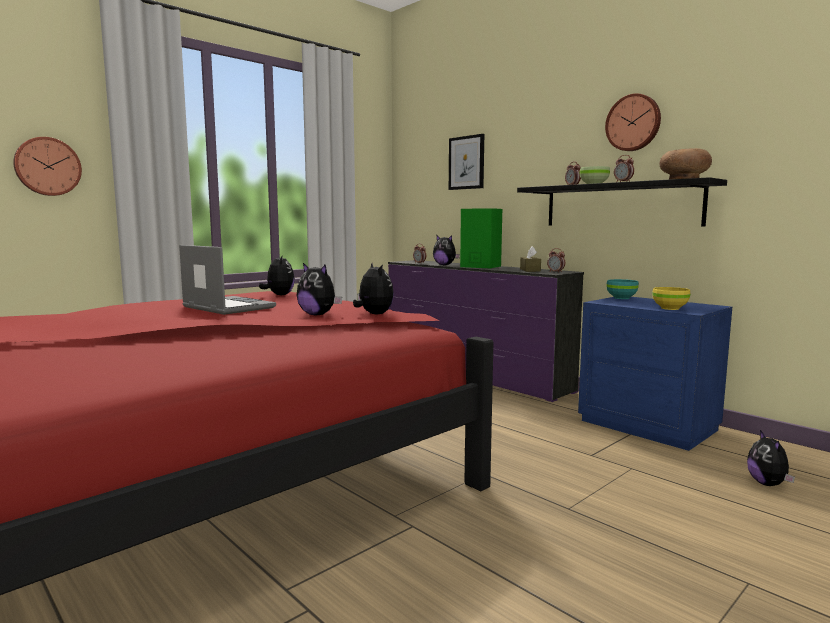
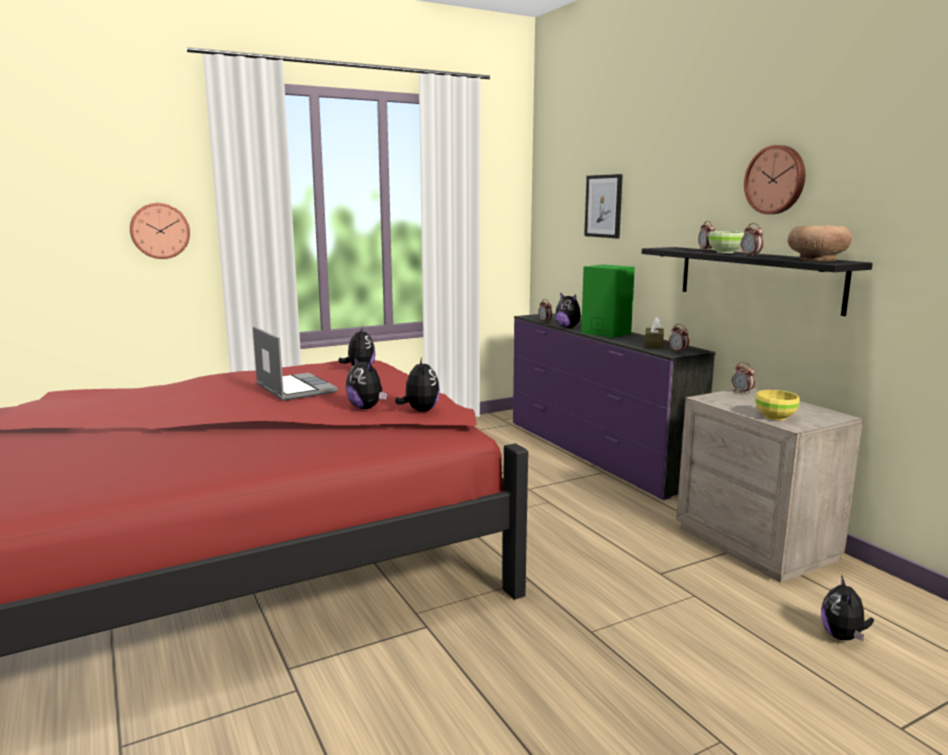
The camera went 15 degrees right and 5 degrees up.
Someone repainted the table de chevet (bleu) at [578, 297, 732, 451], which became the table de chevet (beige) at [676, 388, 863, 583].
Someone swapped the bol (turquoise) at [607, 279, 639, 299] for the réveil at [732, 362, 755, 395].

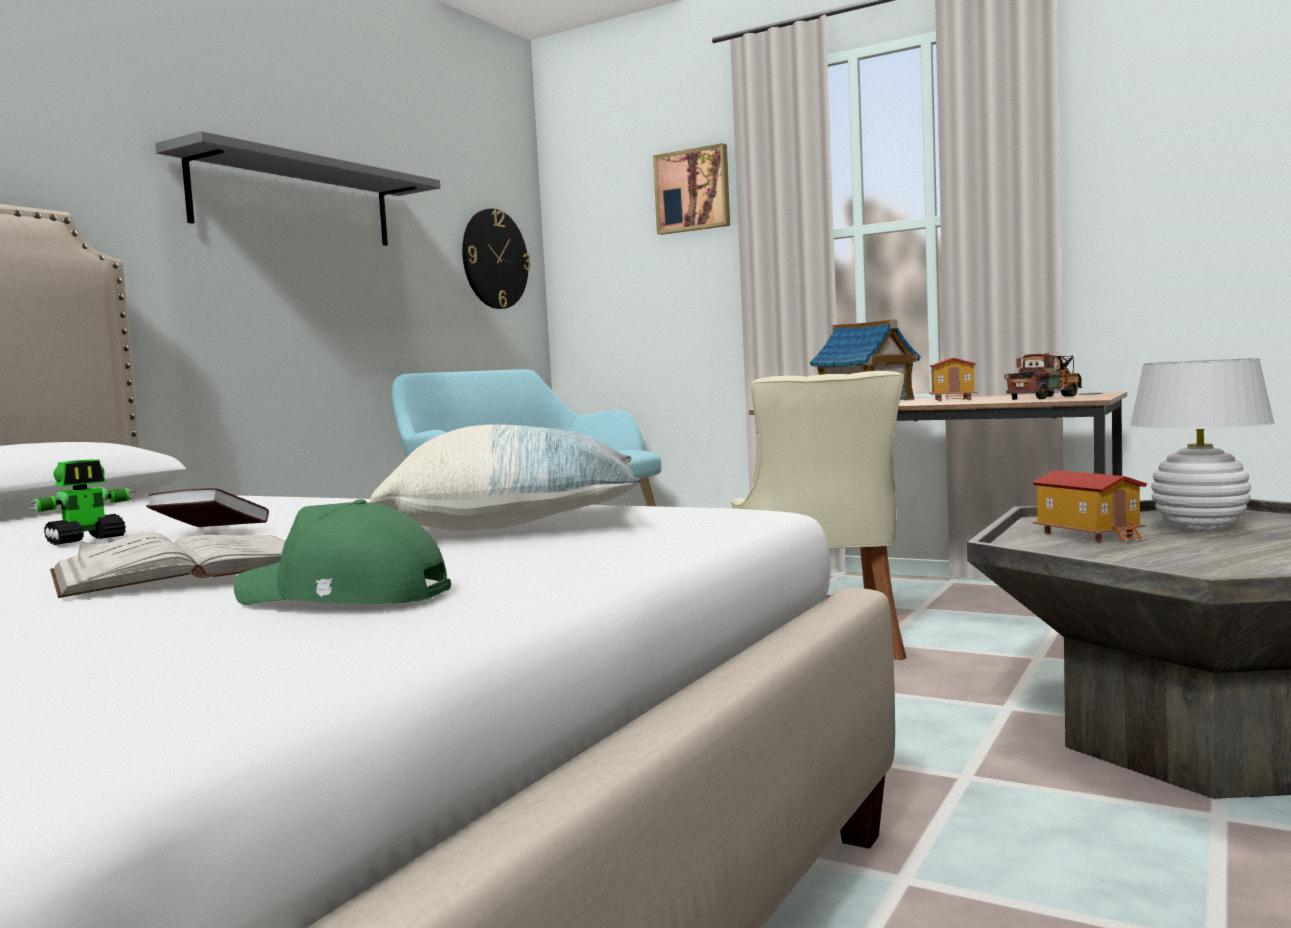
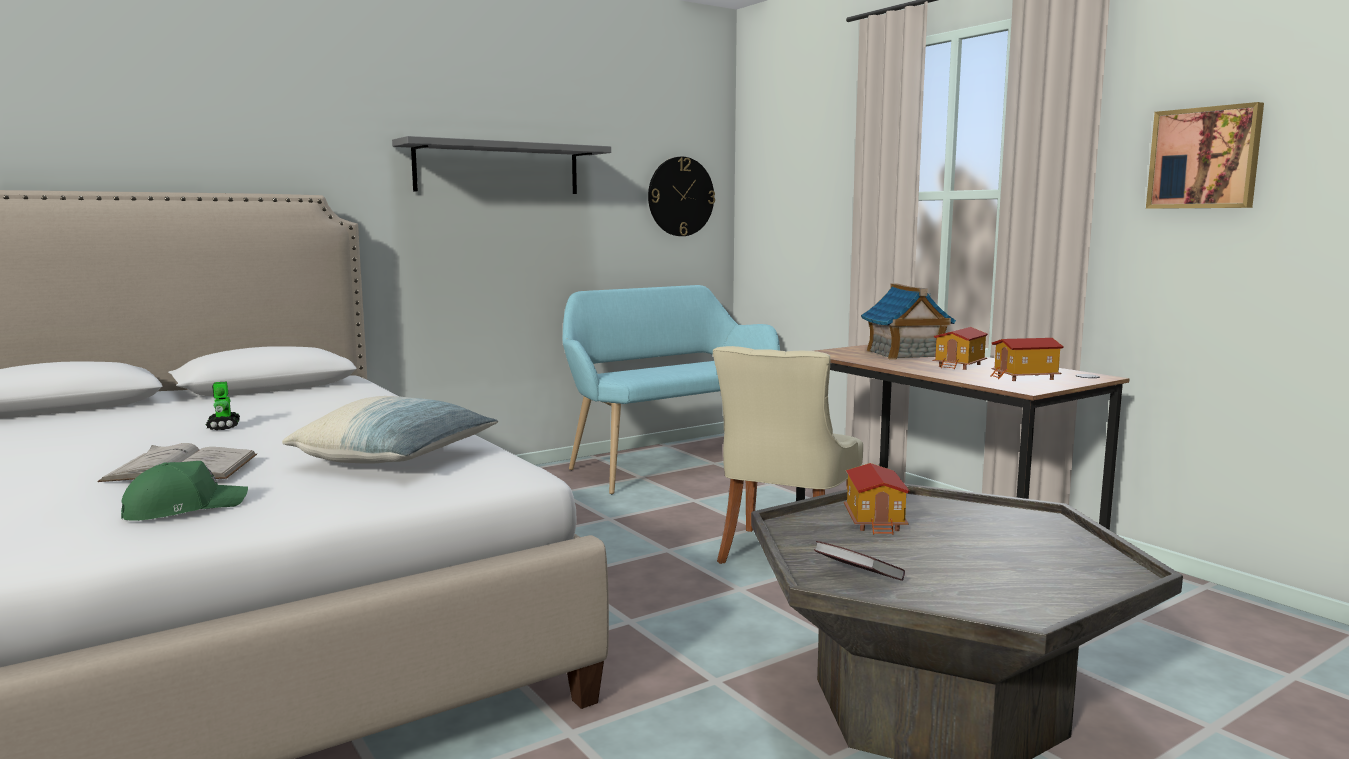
The camera went 25 degrees right and 5 degrees up.
Someone rotated the robot jouet at [27, 459, 136, 545] by 90 degrees clockwise.
Someone carried the livre from [146, 488, 269, 527] to [814, 541, 905, 581].
Someone rotated the casquette (vert) at [234, 499, 451, 605] by 105 degrees clockwise.
Someone carried the tableau from [653, 143, 730, 235] to [1146, 102, 1264, 209].
Someone swapped the camion jouet at [1004, 353, 1082, 400] for the maison miniature at [991, 338, 1064, 381].
Someone took away the lampe de table (blanc) at [1130, 358, 1274, 531].

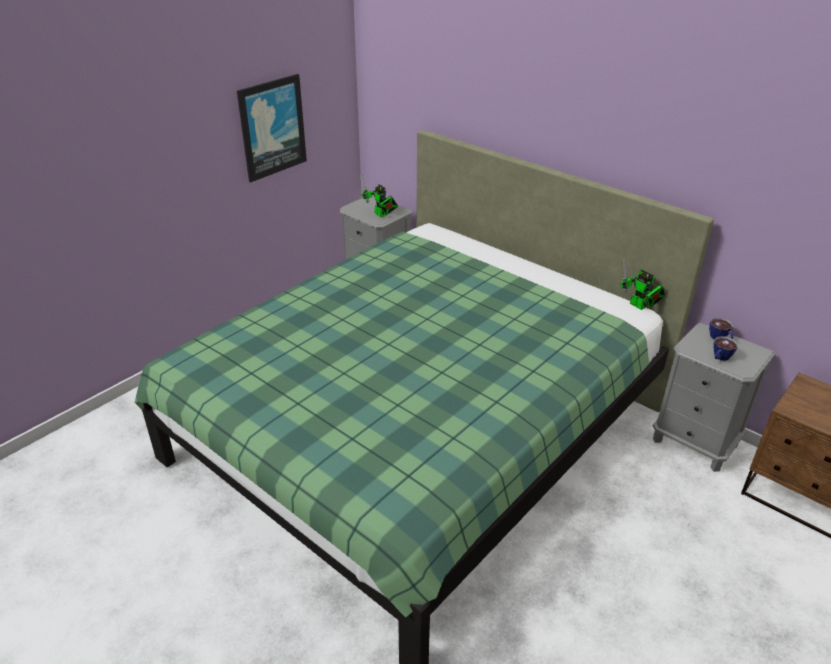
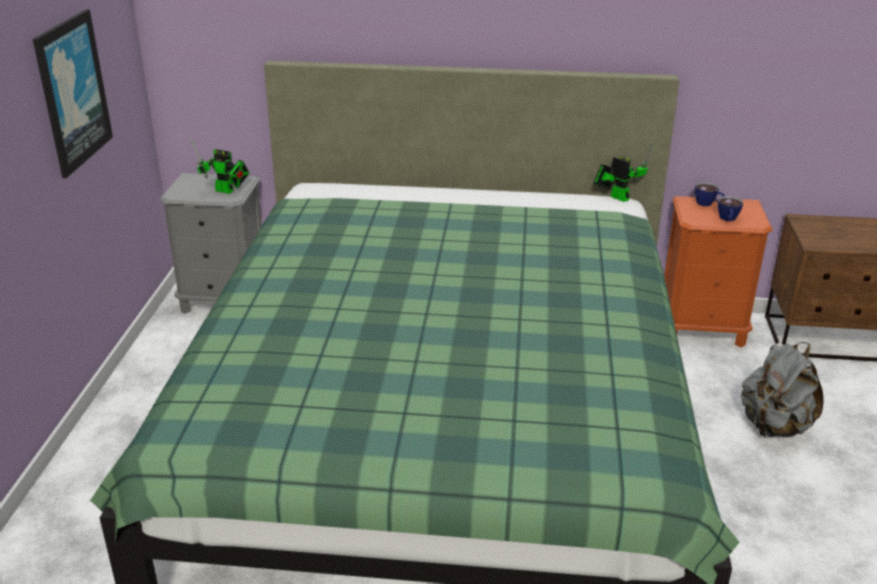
The camera went 35 degrees left and 5 degrees down.
Someone rotated the robot jouet at [620, 259, 665, 310] by 150 degrees counterclockwise.
Someone repainted the table de chevet (gris) at [653, 322, 775, 472], which became the table de chevet (orange) at [664, 196, 772, 348].
Someone put down the sac à dos (gris) at [741, 342, 824, 438].

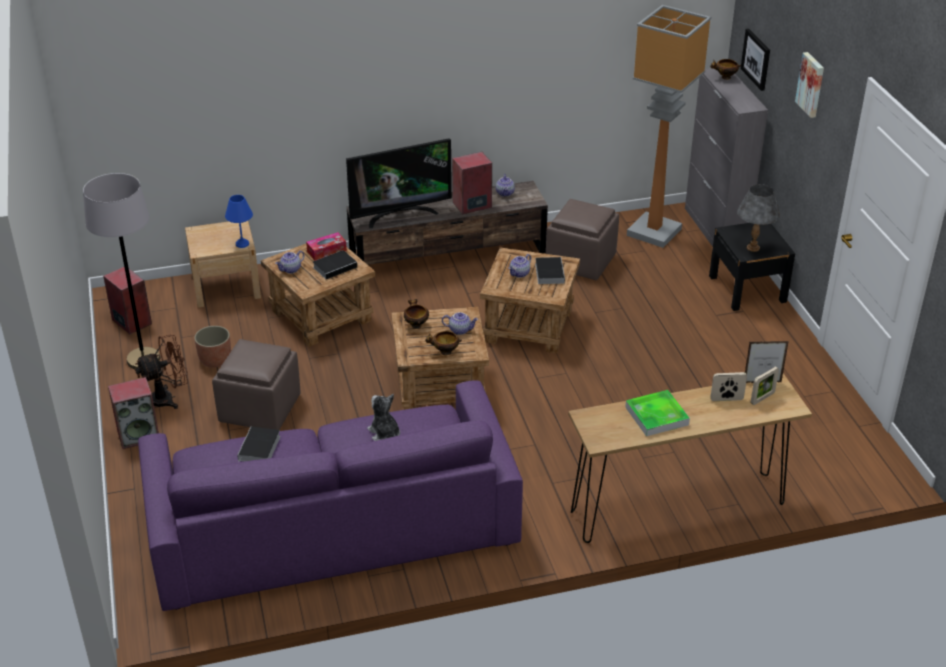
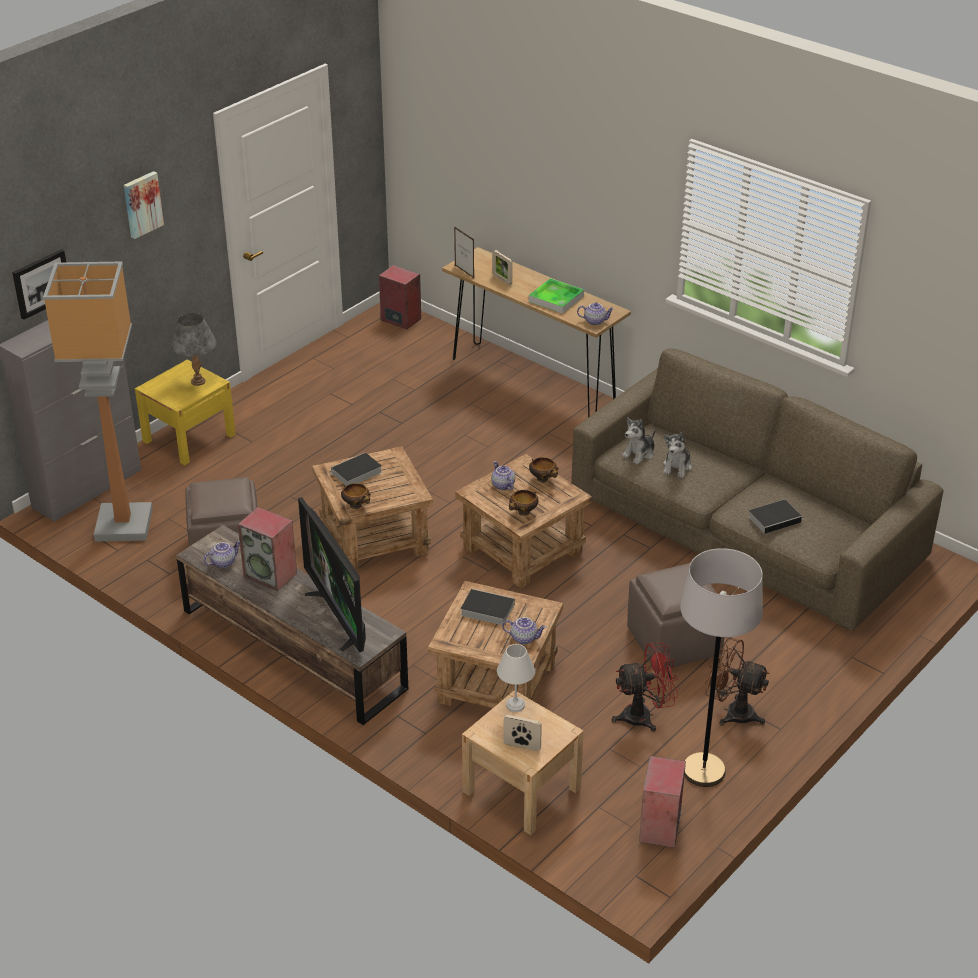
The camera went 125 degrees left and 0 degrees up.
Someone carried the enceinte from [108, 377, 159, 449] to [379, 265, 421, 329].
Someone repainted the canapé (violet) at [138, 380, 523, 611], which became the canapé (marron) at [571, 349, 943, 631].
Someone swapped the cache-pot at [194, 326, 231, 367] for the ventilateur (rouge) at [611, 642, 678, 732].
Someone repainted the lampe de table (bleu) at [225, 195, 253, 248], which became the lampe de table (blanc) at [497, 644, 535, 712].
Someone took away the boîte à mouchoirs at [306, 232, 347, 261].
Someone rotated the téléviseur at [346, 138, 452, 229] by 150 degrees counterclockwise.
Someone carried the théière from [508, 254, 531, 278] to [577, 303, 614, 325].
Someone repainted the table de chevet (noir) at [709, 223, 795, 311], which became the table de chevet (jaune) at [135, 360, 236, 465].
Someone carried the bol from [710, 59, 741, 80] to [341, 483, 371, 509].
Someone carried the cadre photo from [750, 367, 779, 405] to [503, 715, 542, 751].
Someone put down the peluche at [622, 418, 655, 464].

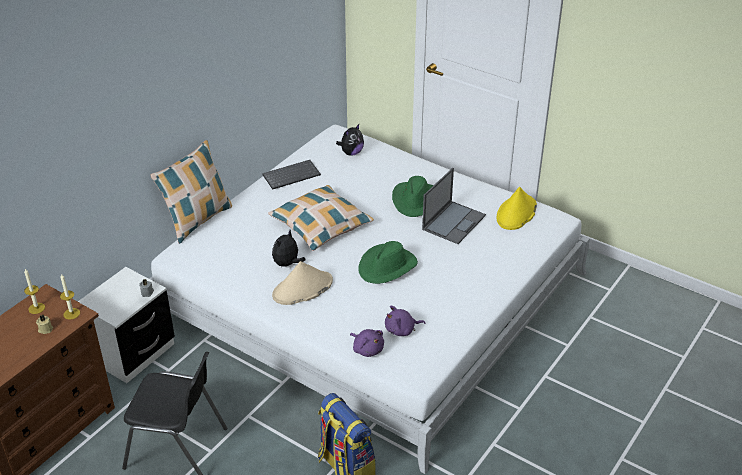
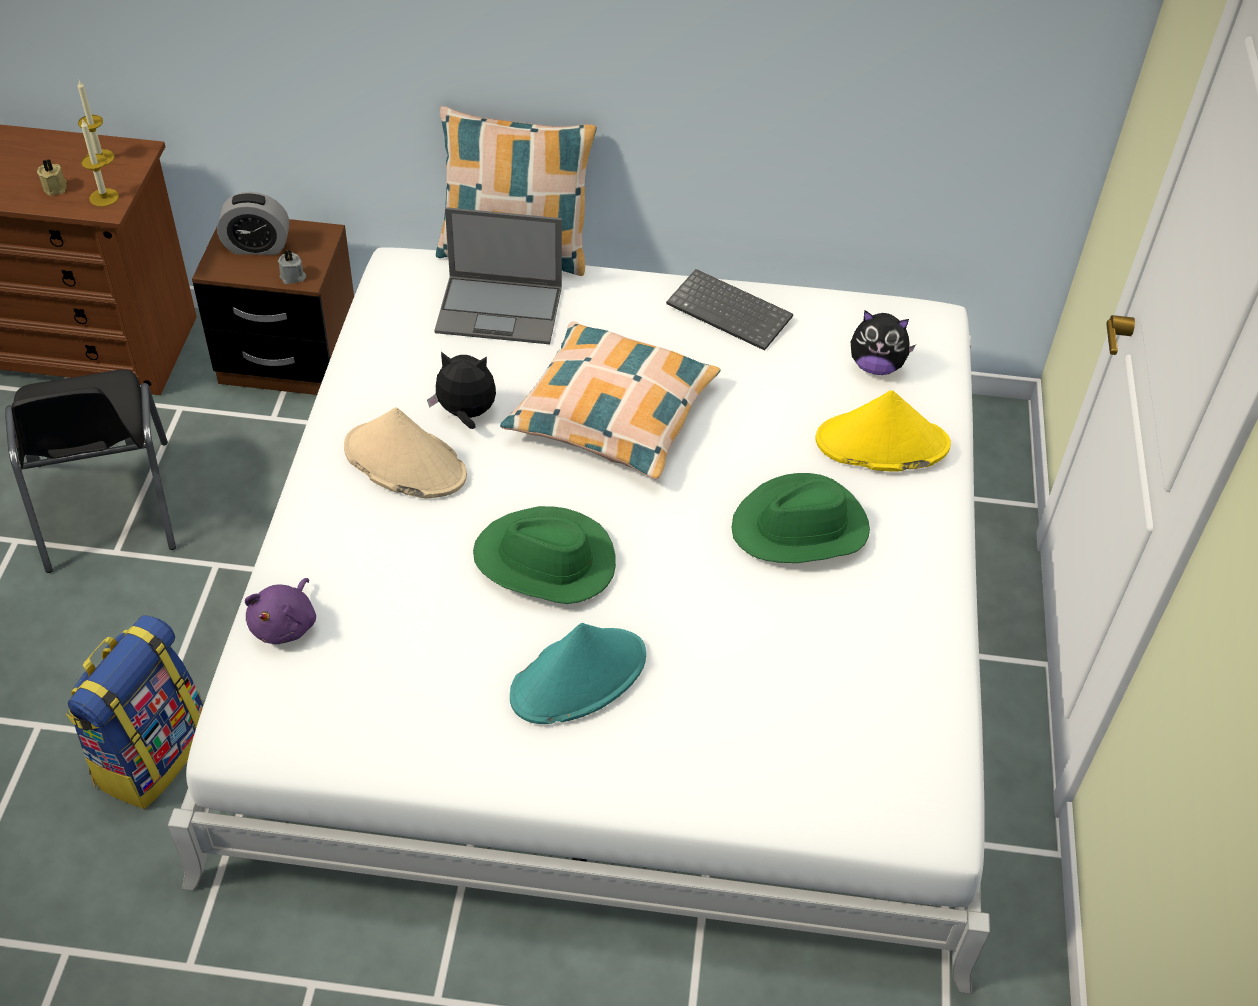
The camera went 60 degrees right and 10 degrees up.
Someone repainted the table de chevet (blanc) at [78, 267, 175, 383], which became the table de chevet (marron) at [192, 219, 354, 395].
Someone took away the peluche (violet) at [385, 306, 425, 336].
Someone carried the ordinateur portable from [422, 168, 486, 244] to [434, 207, 562, 344].
Someone carried the chapeau (jaune) from [497, 187, 537, 230] to [815, 390, 951, 471].
Someone put down the réveil at [217, 192, 289, 255].
Someone put down the chapeau (turquoise) at [510, 623, 646, 724].

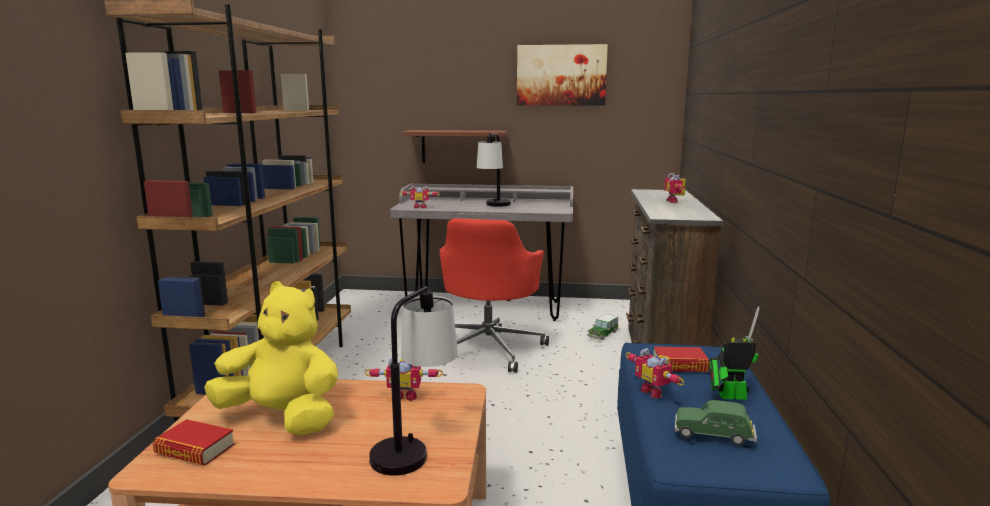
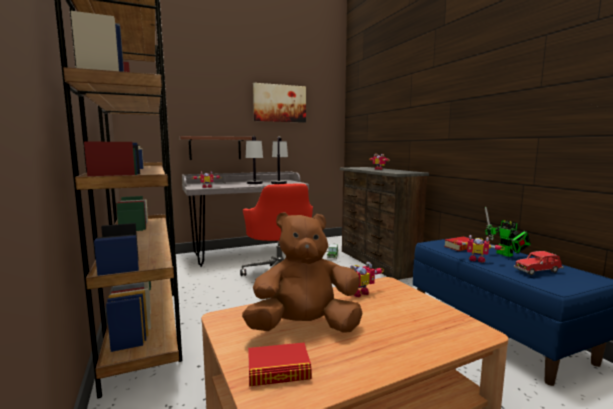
The camera went 30 degrees left and 5 degrees down.
Someone repainted the peluche (jaune) at [204, 281, 338, 435], which became the peluche (marron) at [242, 212, 363, 333].
Someone carried the lampe de table from [369, 286, 458, 476] to [271, 136, 288, 184].
Someone repainted the petite voiture (vert) at [675, 400, 757, 445], which became the petite voiture (rouge) at [514, 251, 564, 275].
Someone rotated the robot jouet at [709, 306, 759, 400] by 90 degrees counterclockwise.

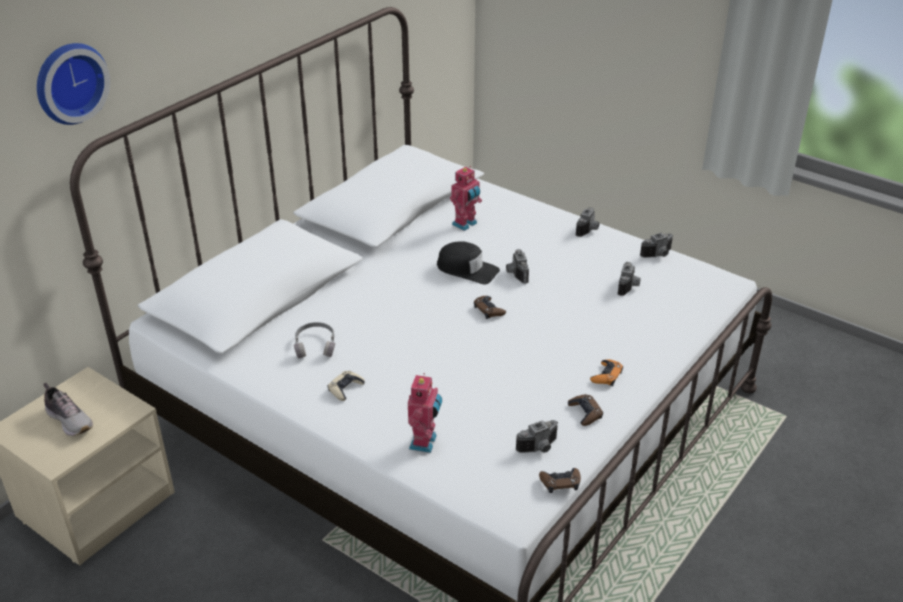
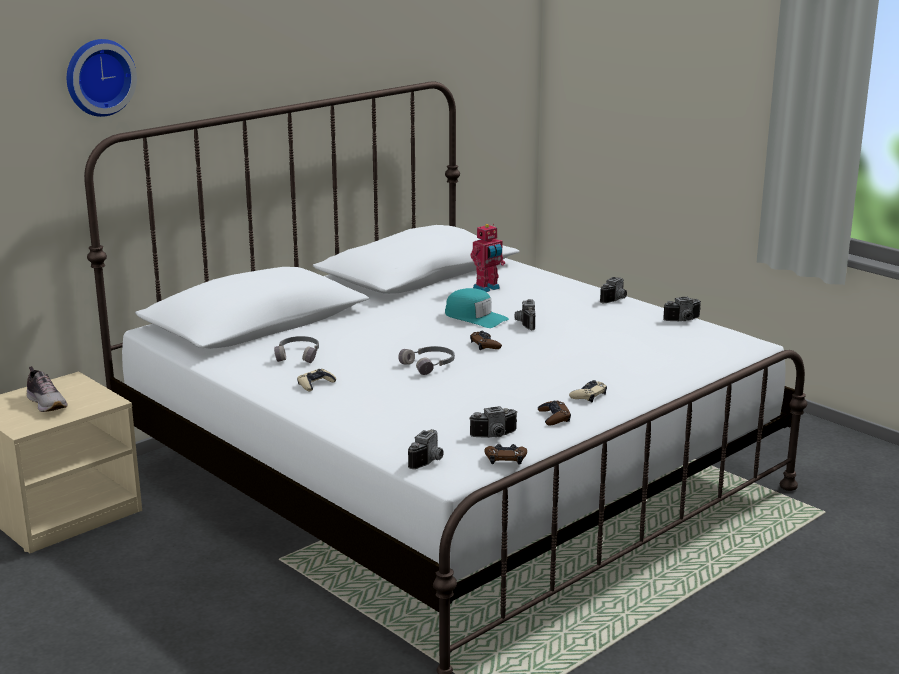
The camera went 10 degrees right and 15 degrees down.
Someone took away the robot jouet at [408, 373, 442, 453].
Someone repainted the casquette (noir) at [437, 241, 500, 284], which became the casquette (turquoise) at [445, 288, 509, 328].
Someone repainted the manette (orange) at [590, 360, 623, 386], which became the manette (beige) at [569, 380, 607, 402].
Someone carried the appareil photo from [617, 262, 641, 296] to [408, 429, 444, 469].
Someone put down the casque audio (gris) at [398, 346, 455, 375].

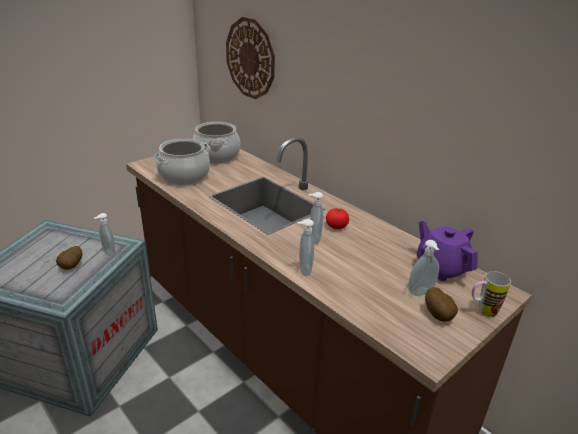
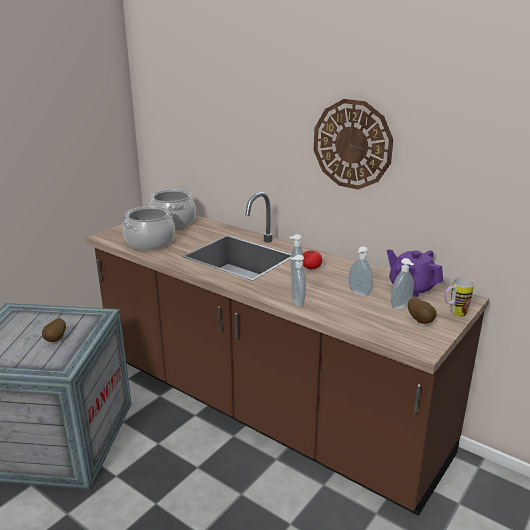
The camera went 10 degrees left and 5 degrees down.
Someone carried the distributeur de savon from [94, 213, 115, 257] to [348, 246, 373, 296].
Someone carried the horloge murale from [226, 17, 275, 99] to [314, 99, 393, 190].

